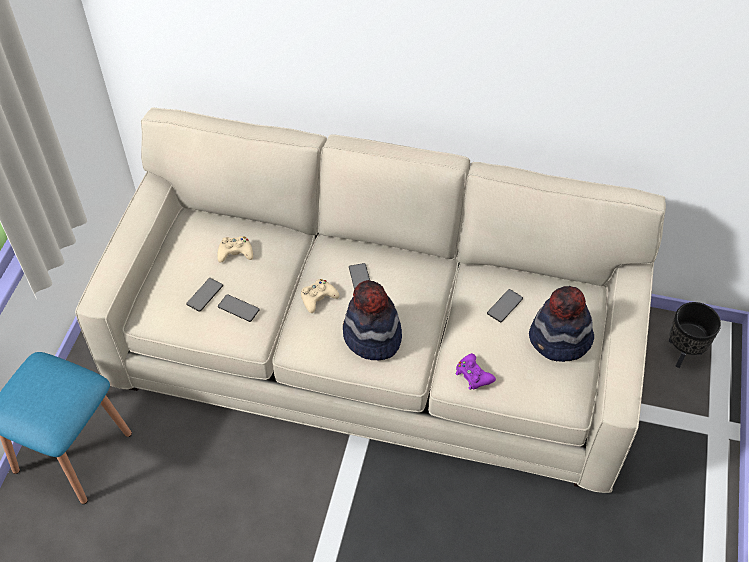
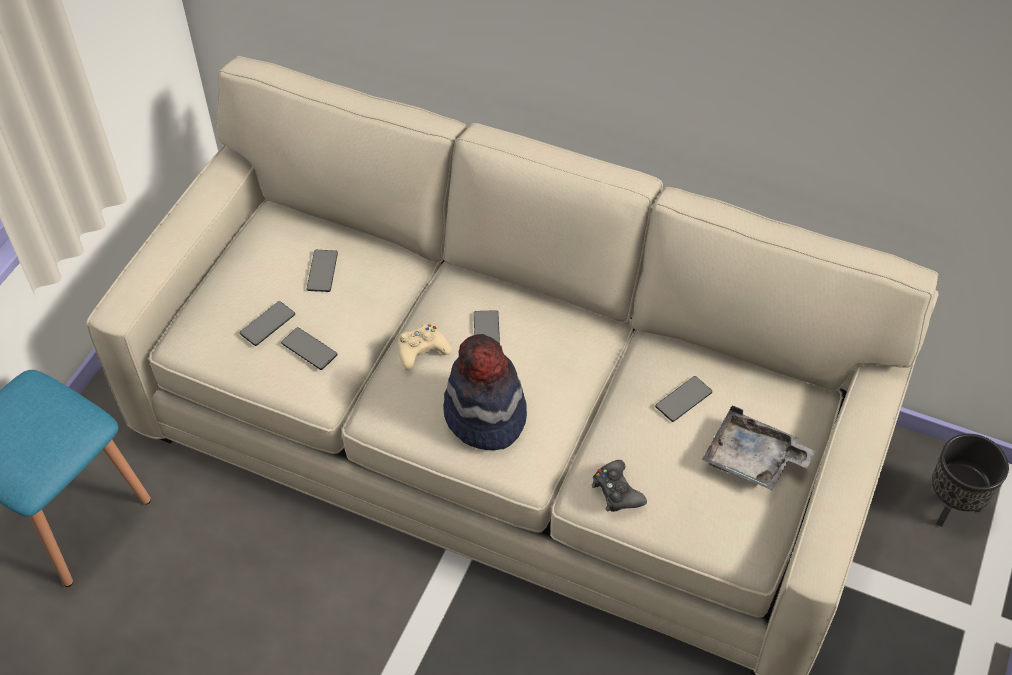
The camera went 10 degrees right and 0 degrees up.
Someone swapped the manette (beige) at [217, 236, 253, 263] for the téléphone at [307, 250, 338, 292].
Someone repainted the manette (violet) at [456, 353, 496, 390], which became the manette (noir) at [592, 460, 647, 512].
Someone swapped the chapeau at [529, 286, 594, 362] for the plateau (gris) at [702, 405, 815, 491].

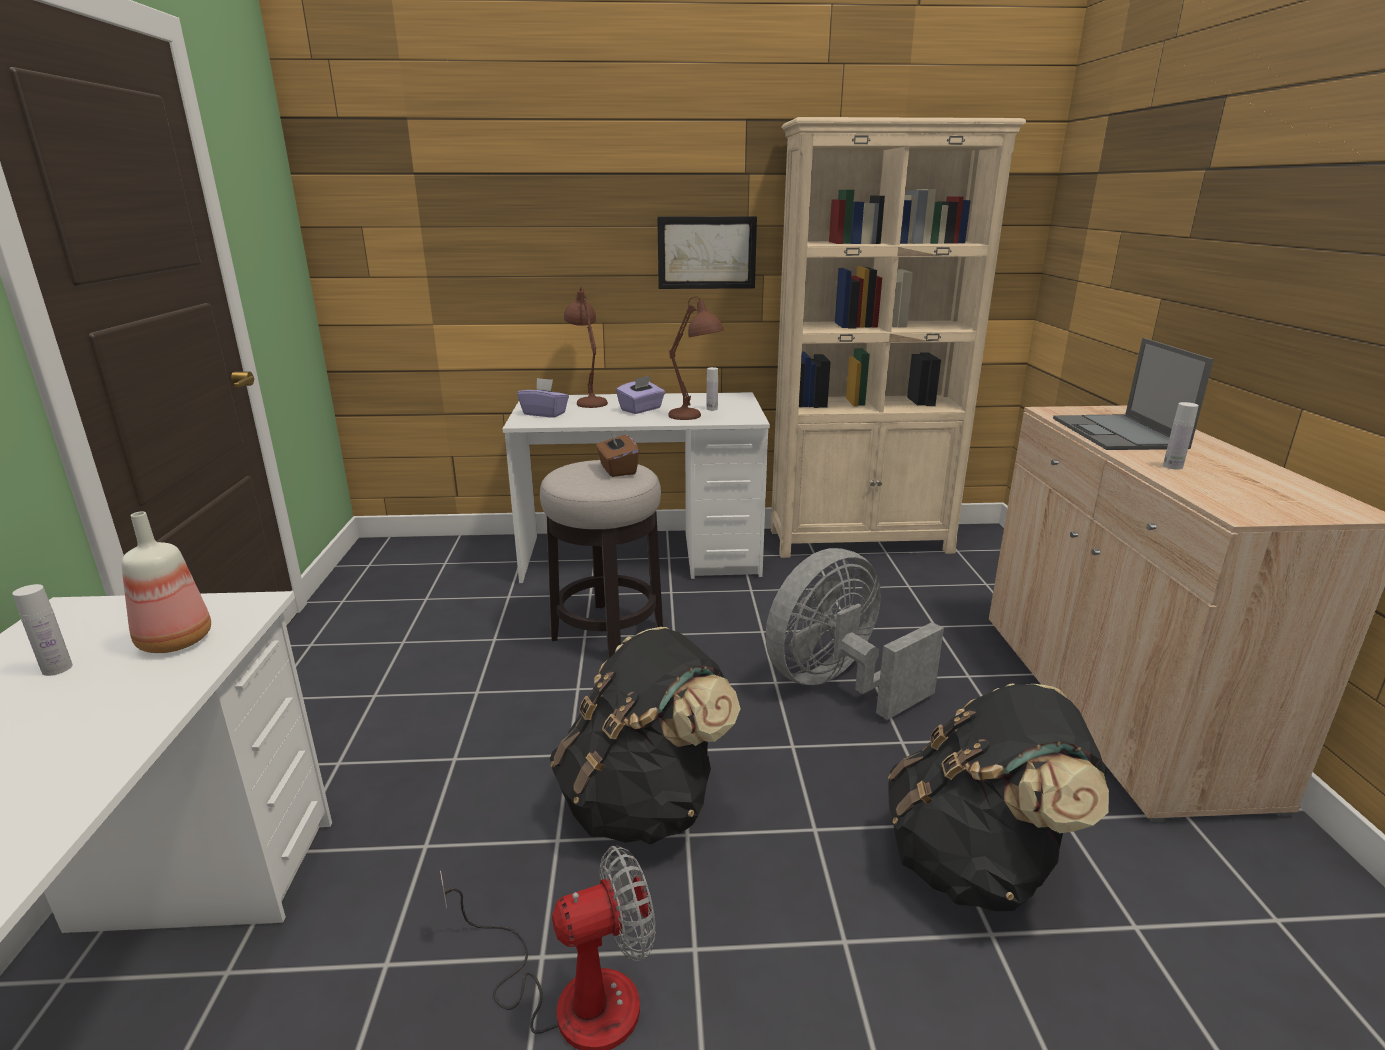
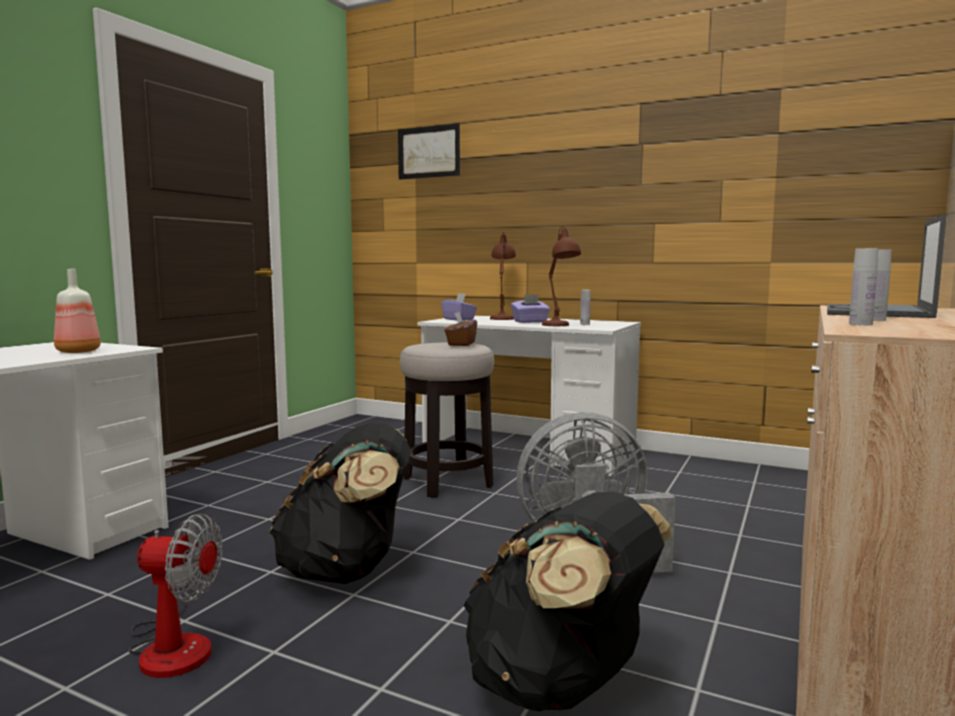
The camera went 30 degrees right and 15 degrees down.
Someone carried the bouteille (blanc) from [12, 584, 72, 676] to [849, 248, 879, 325].
Someone carried the tableau from [657, 216, 757, 289] to [398, 123, 460, 180].
Someone took away the bibliothèque (beige) at [771, 117, 1026, 558].

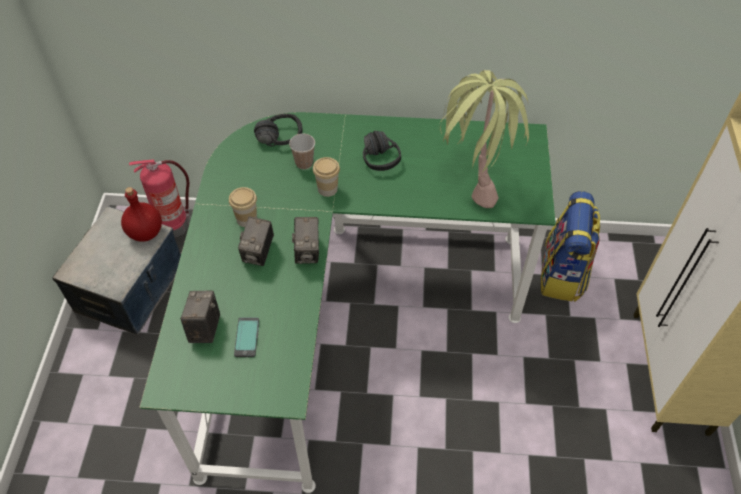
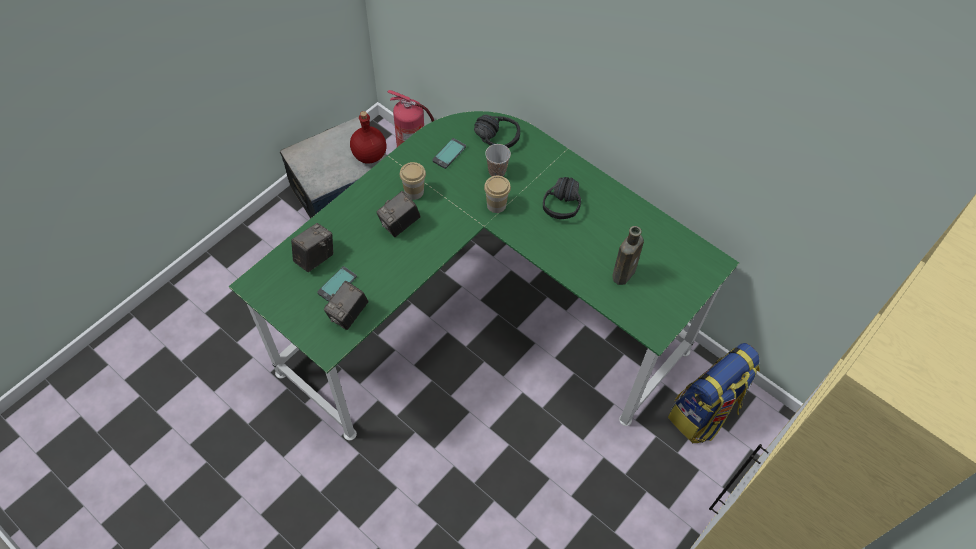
The camera went 35 degrees right and 5 degrees up.
Someone carried the appareil photo from [292, 217, 319, 264] to [324, 281, 368, 330].
Someone swapped the plante en pot at [438, 70, 529, 208] for the bouteille (marron) at [612, 226, 644, 285].
Someone put down the téléphone at [432, 138, 466, 169].

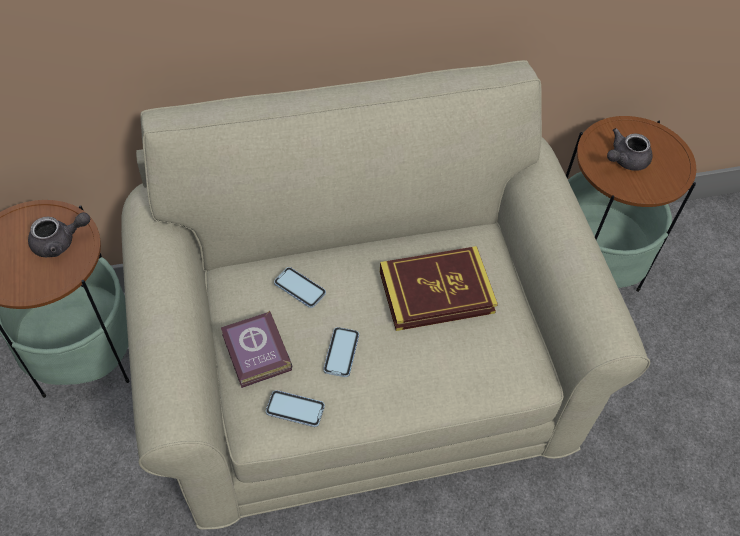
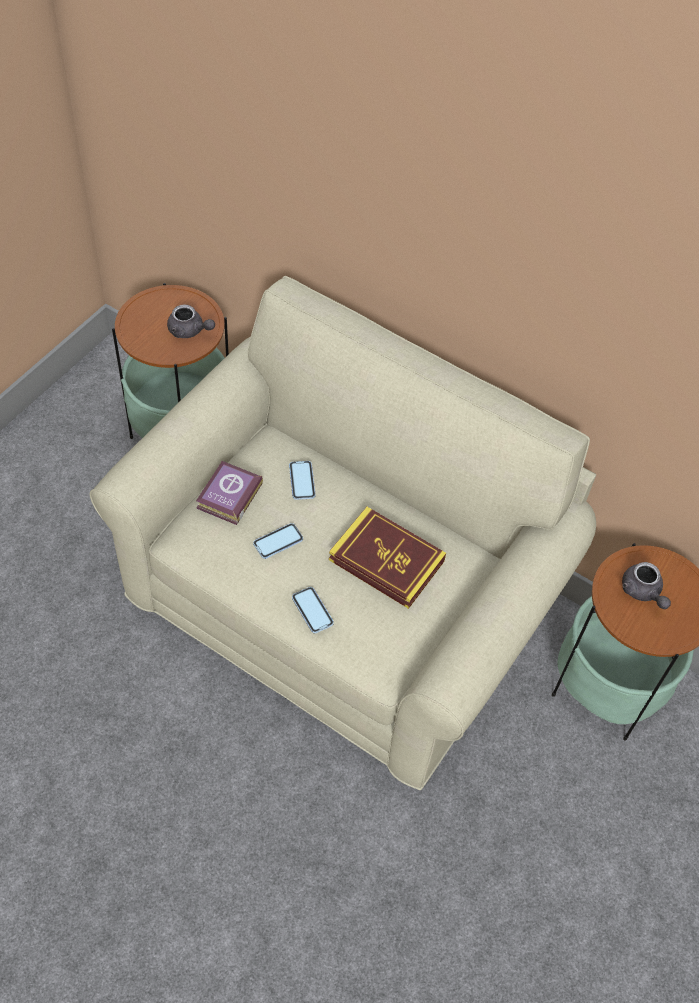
The camera went 45 degrees right and 0 degrees up.
Someone carried the téléphone from [266, 390, 325, 427] to [292, 587, 334, 633].
Someone rotated the théière (gris) at [607, 128, 653, 171] by 120 degrees counterclockwise.

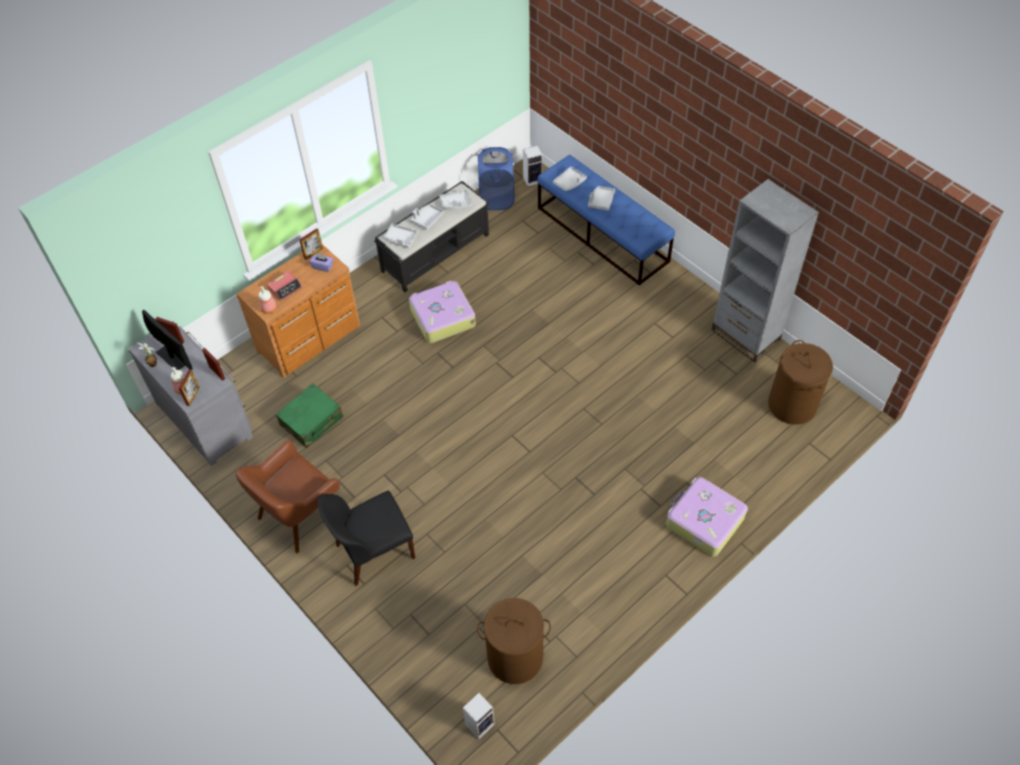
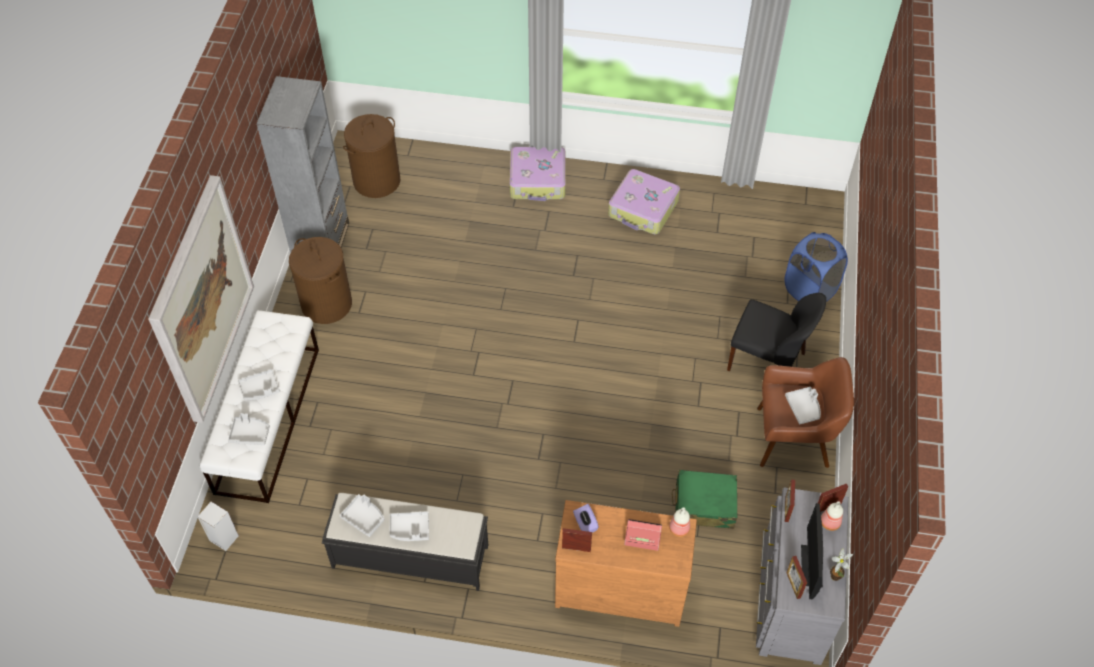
The camera went 130 degrees left and 0 degrees up.
Someone carried the plateau (gris) from [384, 224, 418, 248] to [785, 387, 821, 424].
Someone carried the valise from [409, 281, 476, 343] to [608, 169, 680, 235].
Someone took away the enceinte at [463, 693, 495, 739].
Someone carried the panier à linge (marron) from [477, 598, 551, 684] to [289, 237, 352, 324].
Someone carried the panier à linge (bleu) from [478, 147, 514, 210] to [784, 232, 848, 302].
Someone repainted the banc (bleu) at [537, 155, 675, 286], which became the banc (blanc) at [199, 310, 319, 503].
Someone put up the tableau at [148, 175, 254, 423].

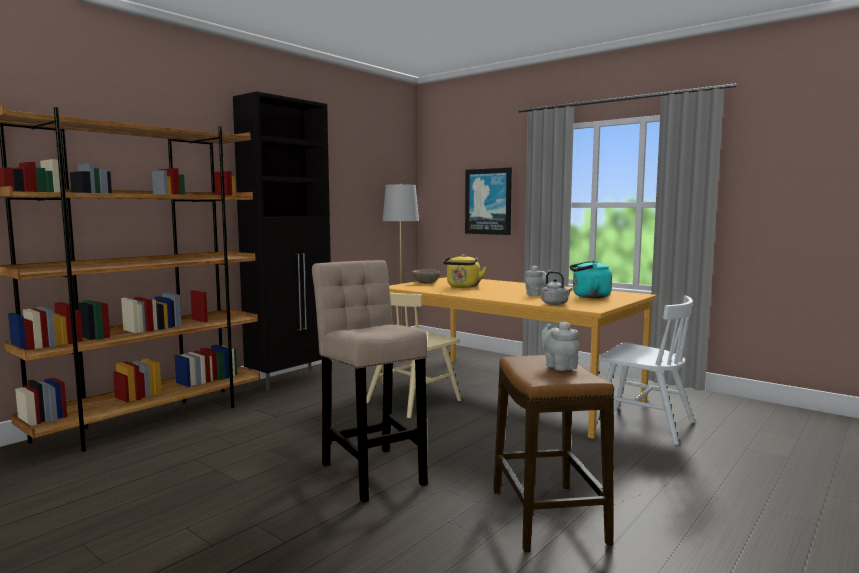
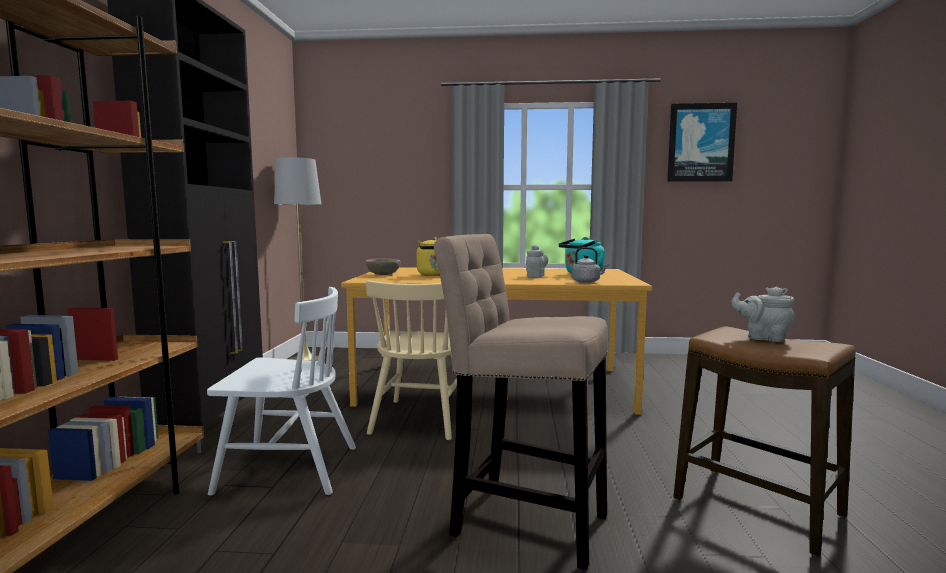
The camera went 35 degrees left and 0 degrees up.
Someone carried the tableau from [465, 167, 512, 235] to [667, 103, 737, 182].
Someone carried the chaise (blanc) from [596, 296, 695, 445] to [207, 287, 356, 496].

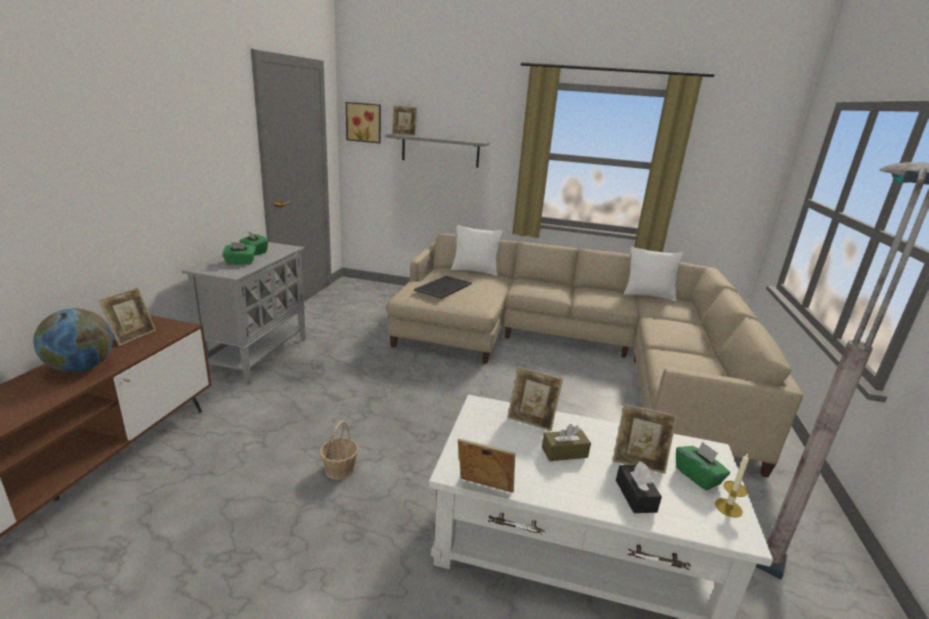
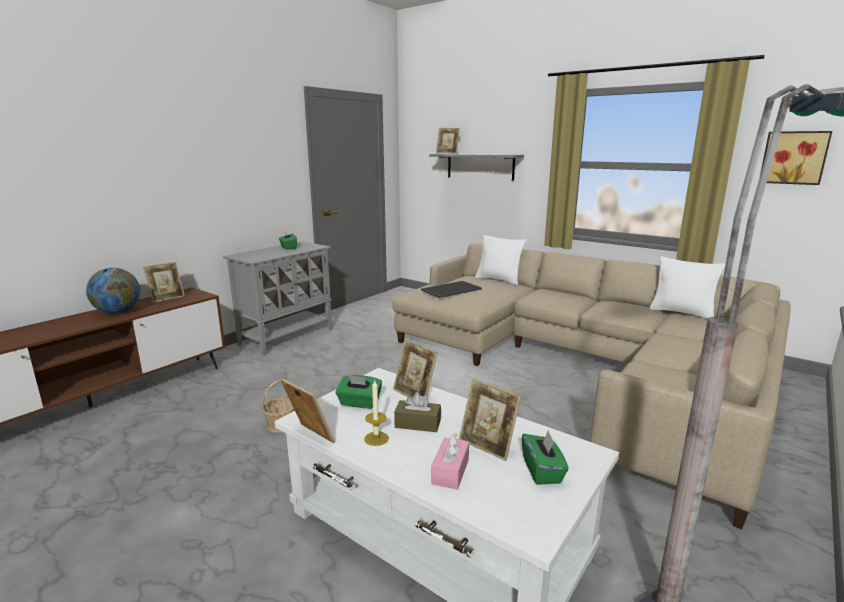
The camera went 25 degrees right and 5 degrees down.
Someone carried the boîte à mouchoirs (vert) from [222, 242, 256, 265] to [336, 375, 382, 409].
Someone carried the tableau from [346, 102, 381, 143] to [760, 131, 832, 185].
Someone repainted the boîte à mouchoirs (noir) at [616, 461, 662, 513], which became the boîte à mouchoirs (rose) at [431, 433, 469, 490].
Someone carried the bougie from [715, 453, 749, 518] to [364, 380, 389, 446].

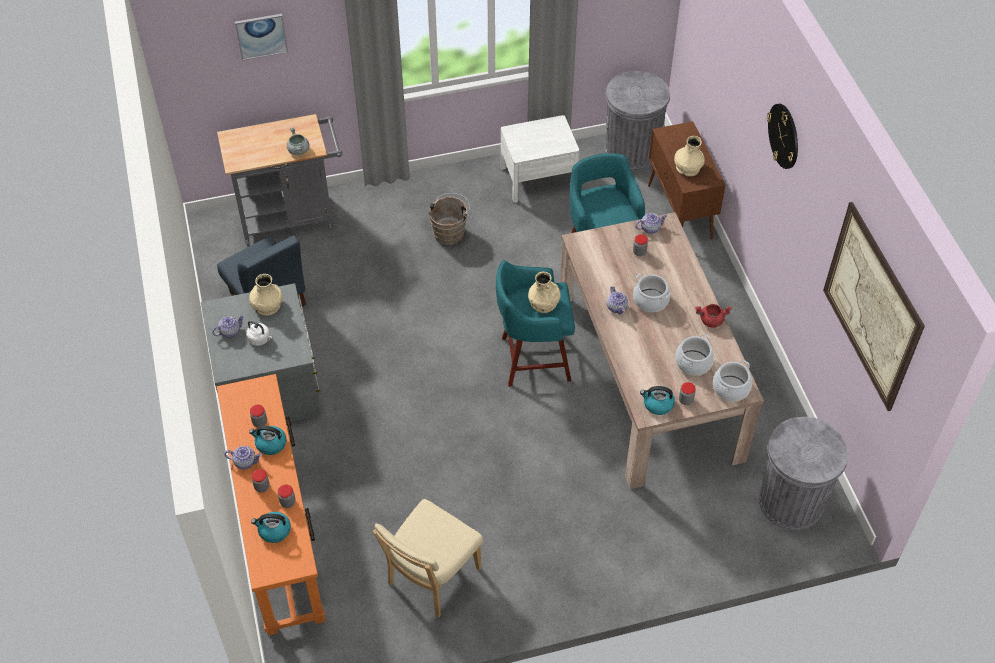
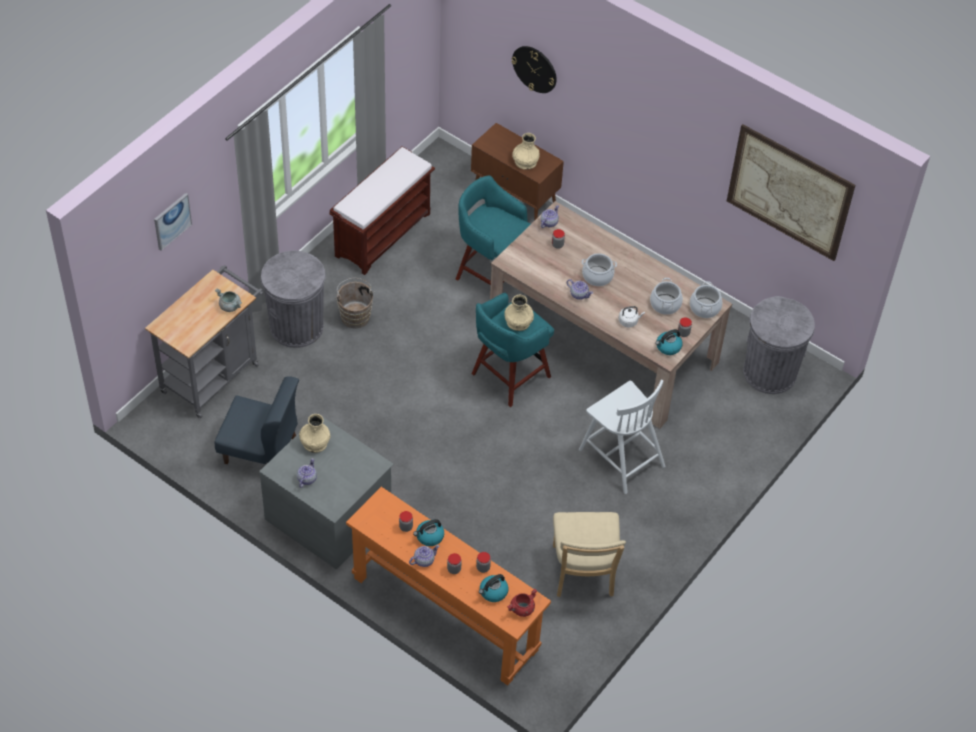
The camera went 40 degrees left and 0 degrees up.
Someone carried the bouilloire (blanc) from [246, 321, 272, 346] to [618, 306, 645, 327].
Someone swapped the table de chevet (blanc) at [501, 115, 579, 203] for the banc (marron) at [329, 146, 435, 275].
Someone carried the poubelle (gris) from [605, 71, 670, 171] to [261, 251, 326, 348].
Someone carried the marmite (rouge) from [695, 304, 732, 328] to [507, 588, 537, 617].
Someone carried the horloge murale from [767, 104, 798, 169] to [511, 46, 557, 93].
Someone put down the chaise (blanc) at [579, 379, 665, 494].

